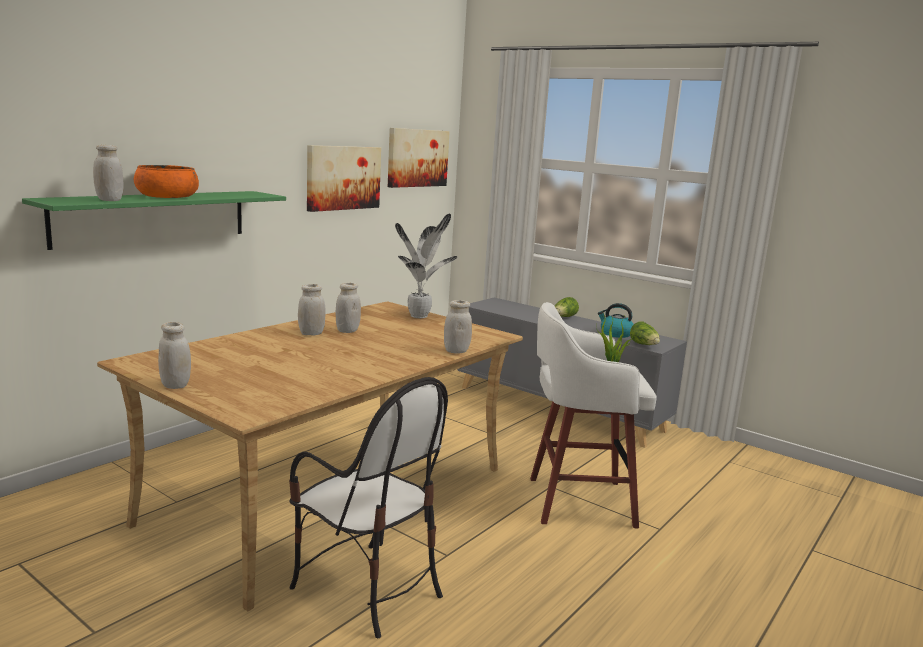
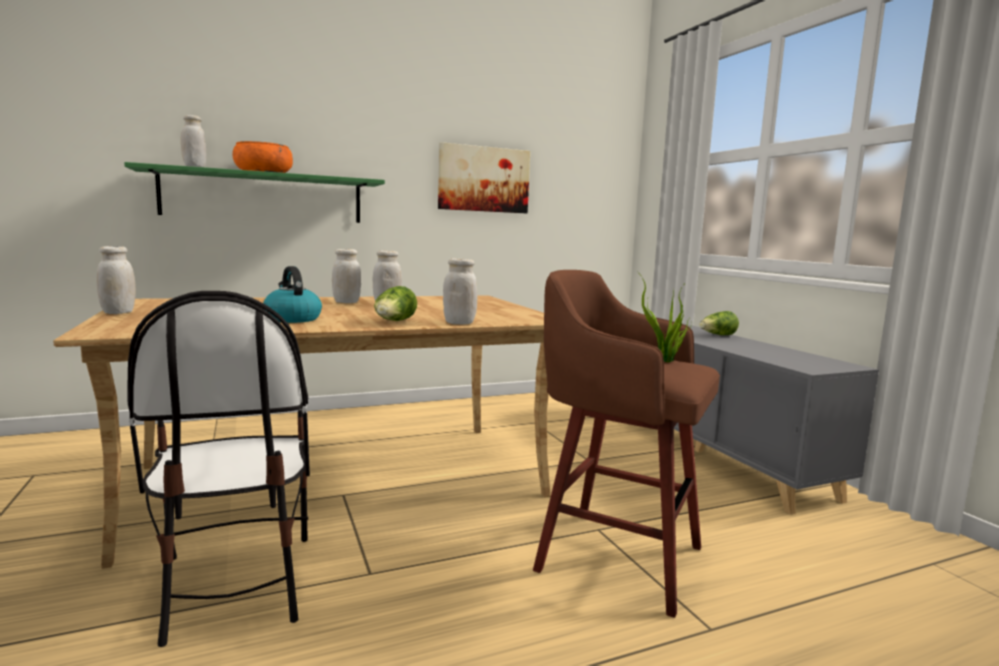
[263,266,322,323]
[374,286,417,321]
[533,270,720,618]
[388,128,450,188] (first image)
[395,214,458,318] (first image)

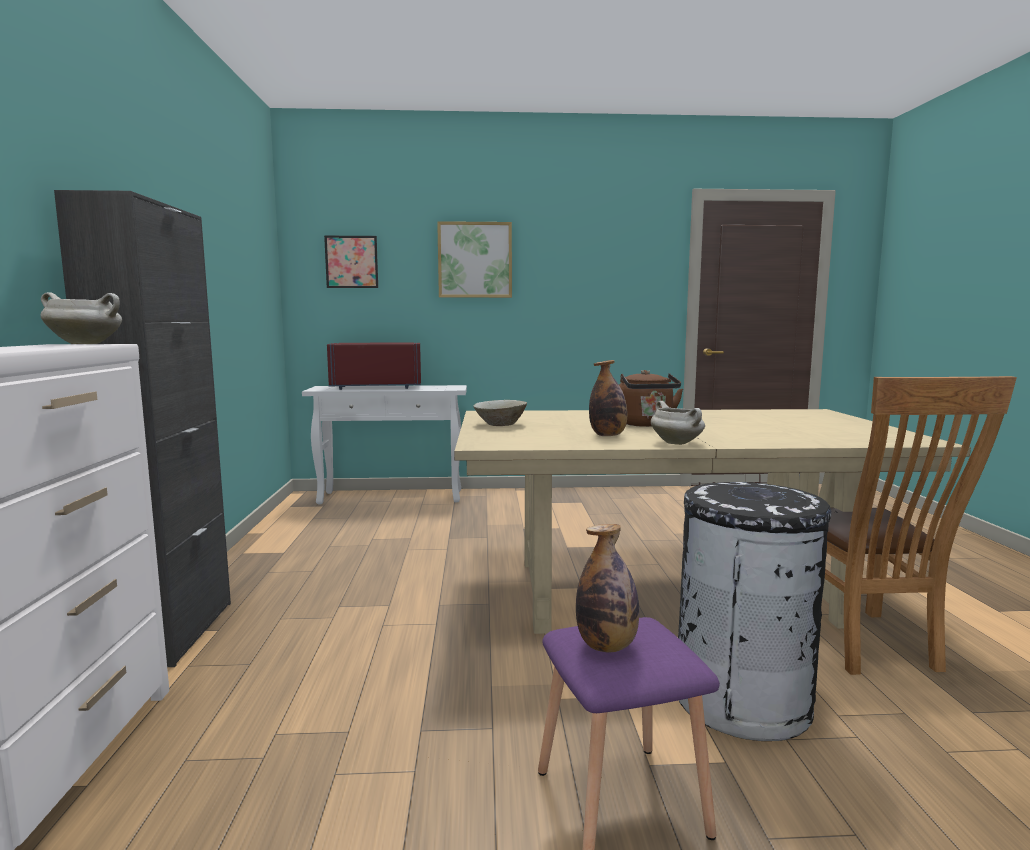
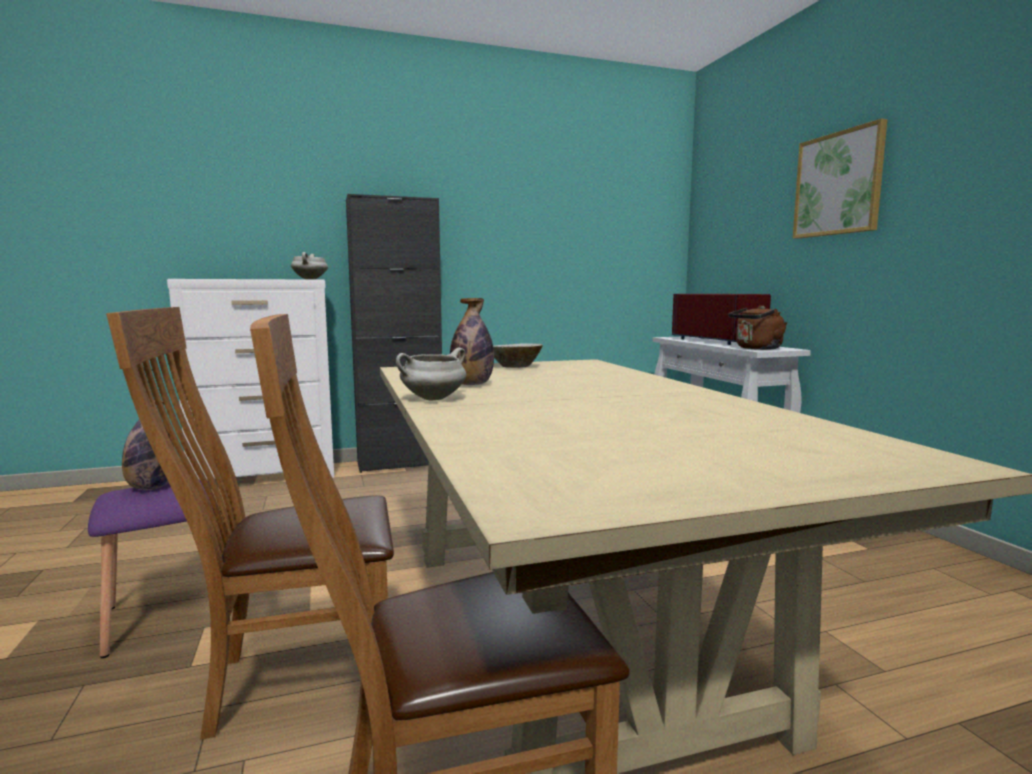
[106,307,394,740]
[729,305,787,350]
[324,236,378,288] (first image)

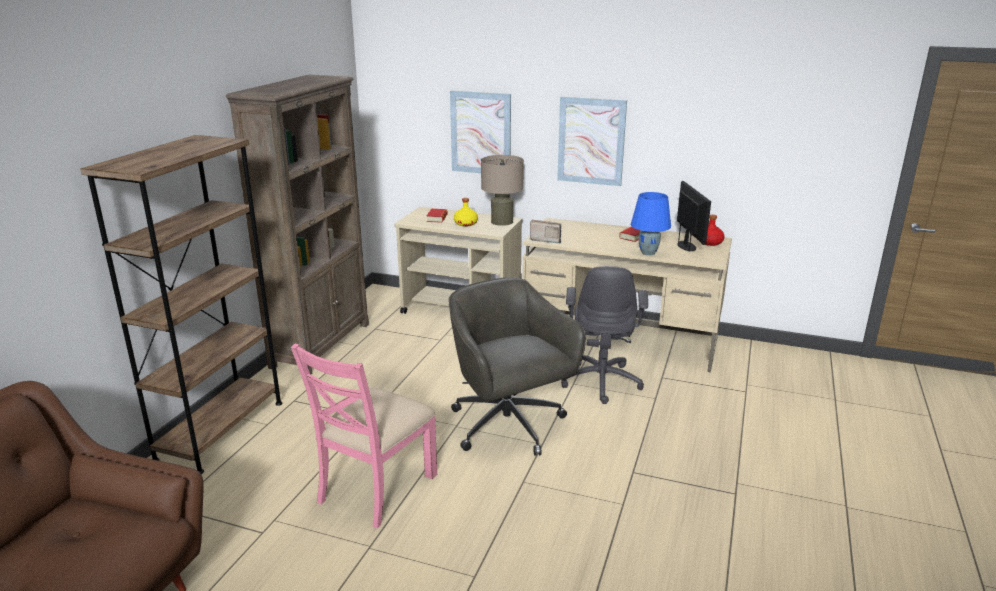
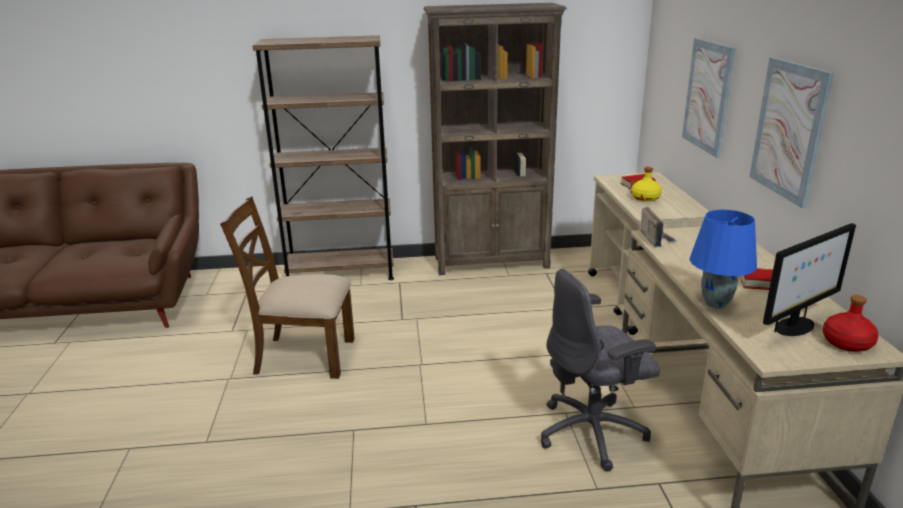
[220,196,355,379]
[448,278,586,456] (first image)
[481,155,524,226] (first image)

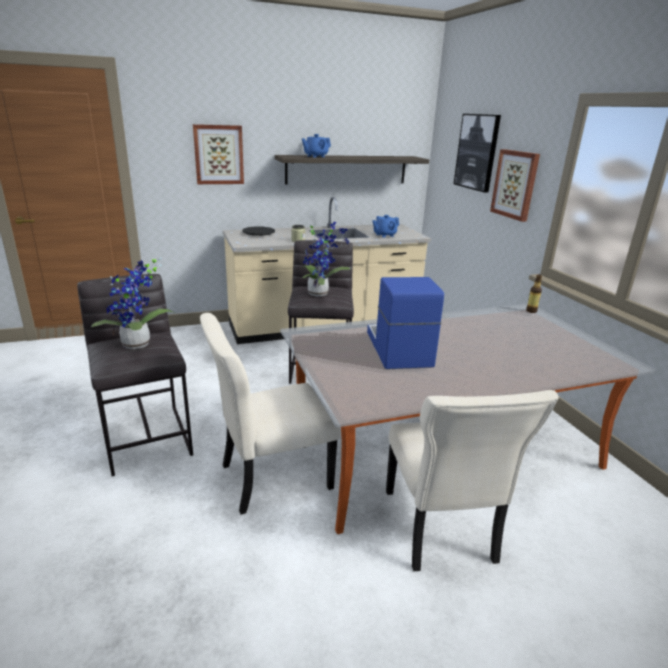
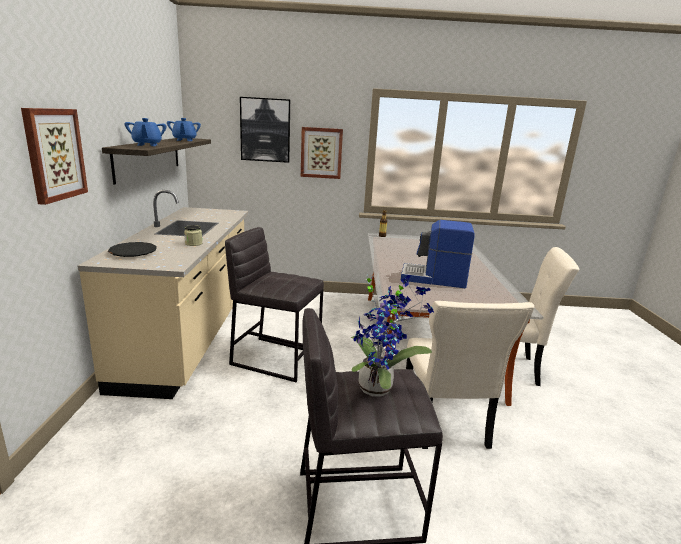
[167,118,201,141]
[302,222,351,296] (first image)

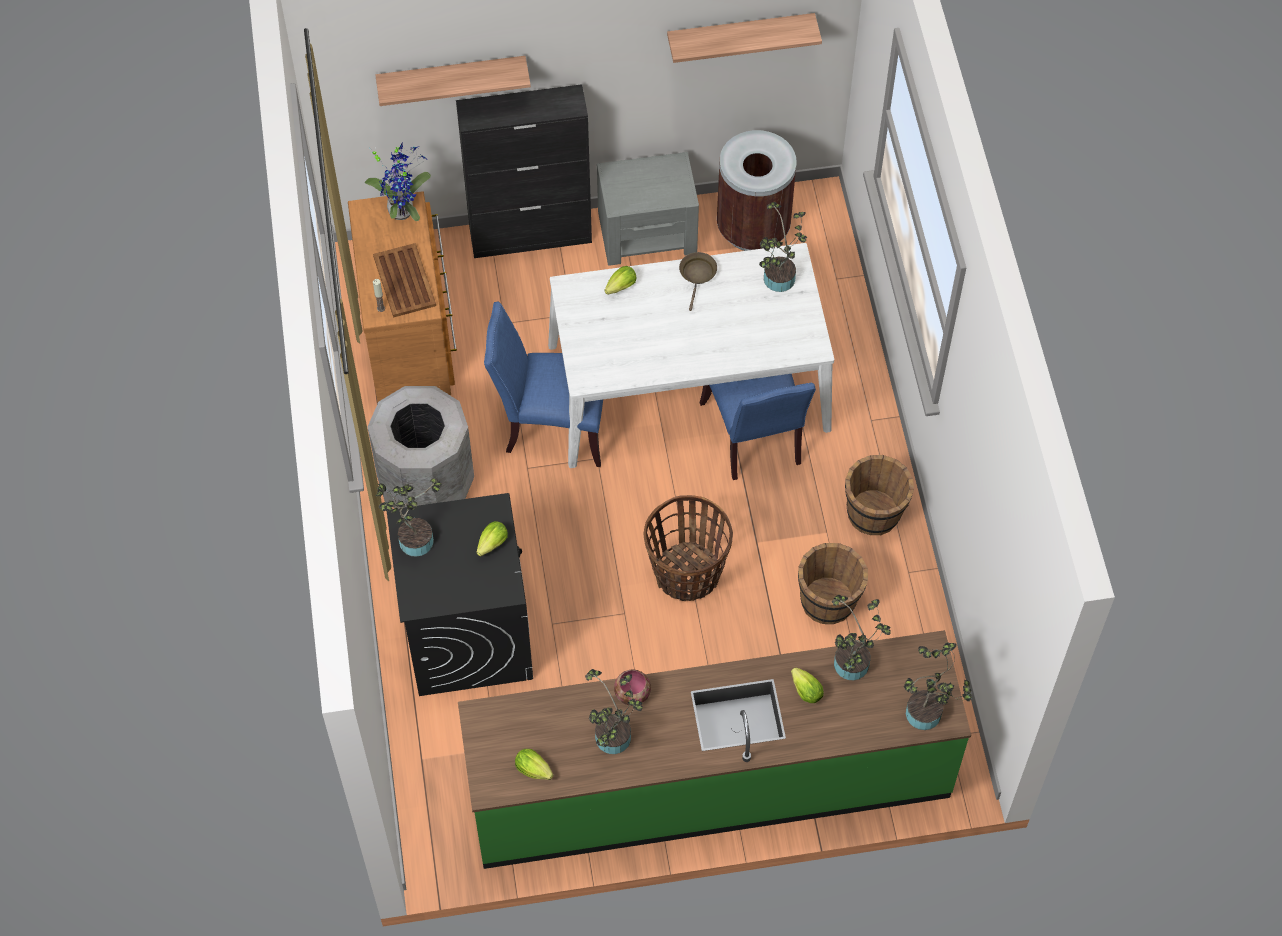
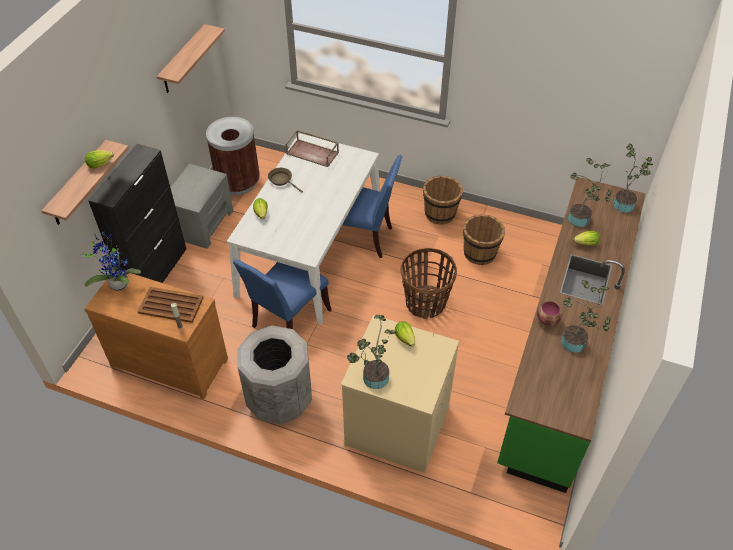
[85,150,114,168]
[285,130,339,167]
[341,315,459,473]

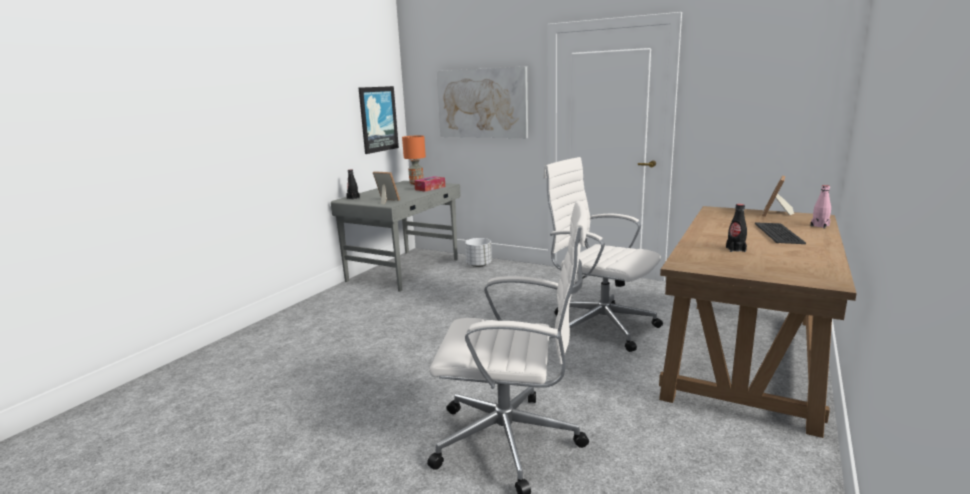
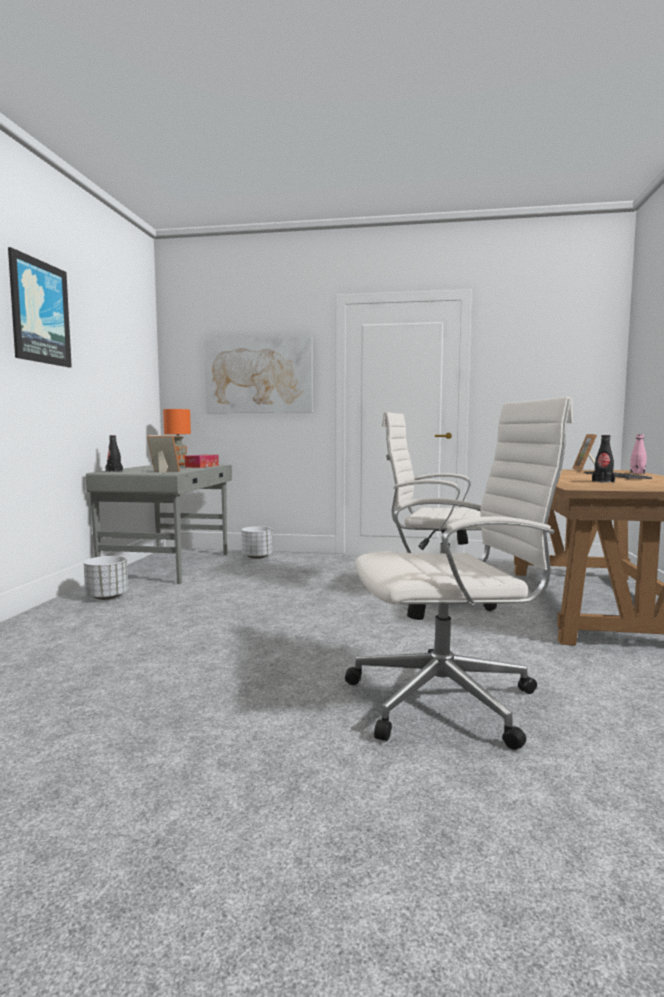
[8,247,72,367]
[84,556,128,600]

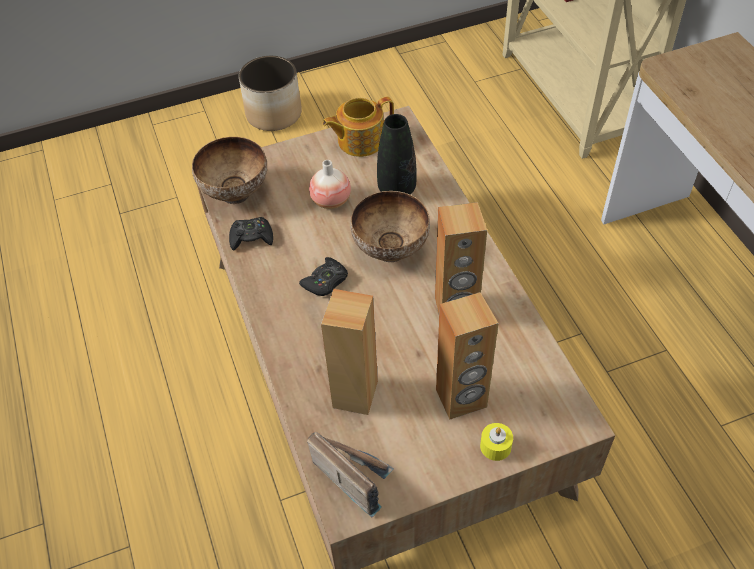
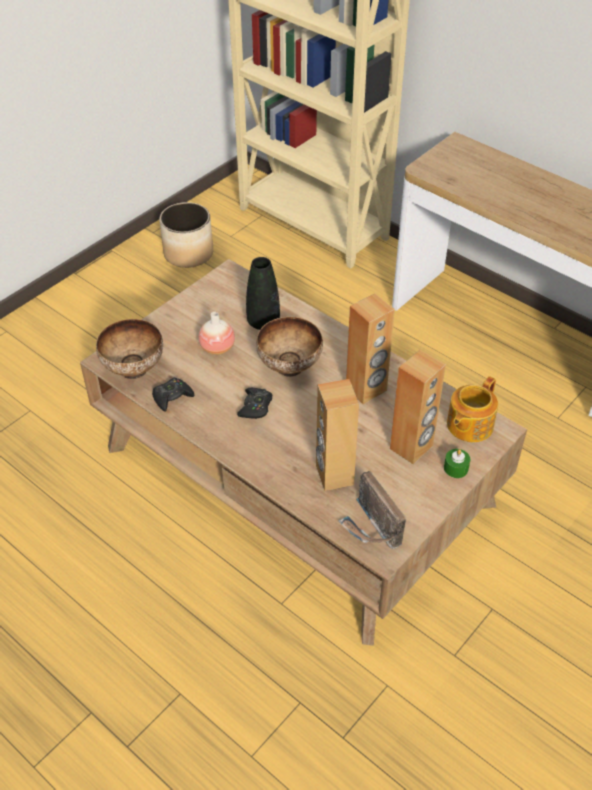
[159,202,213,268]
[338,471,406,549]
[444,449,470,478]
[447,376,498,442]

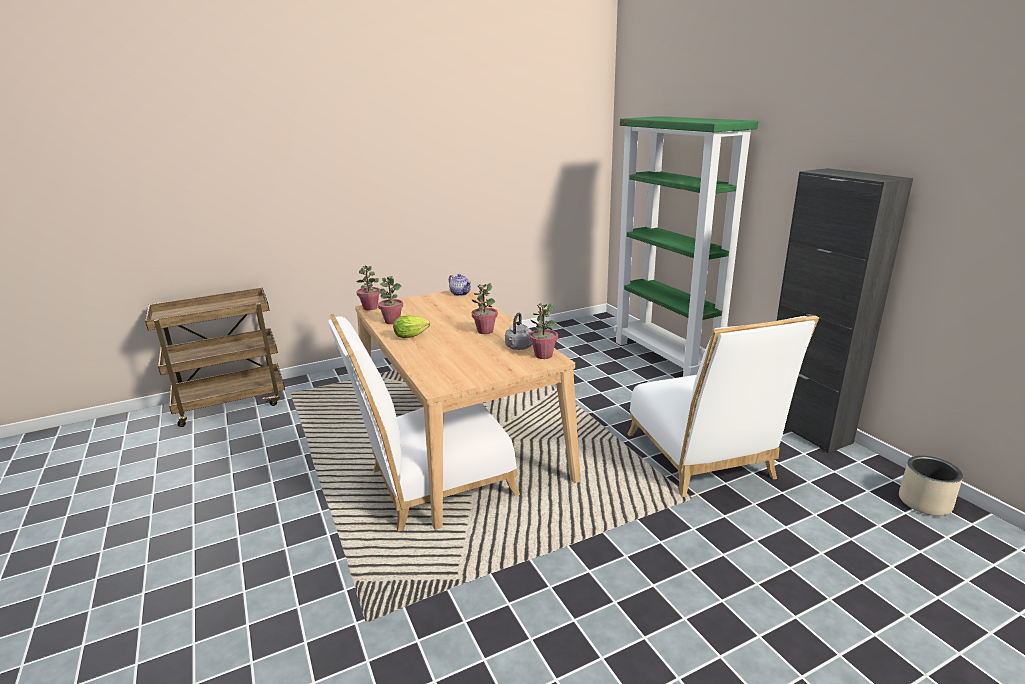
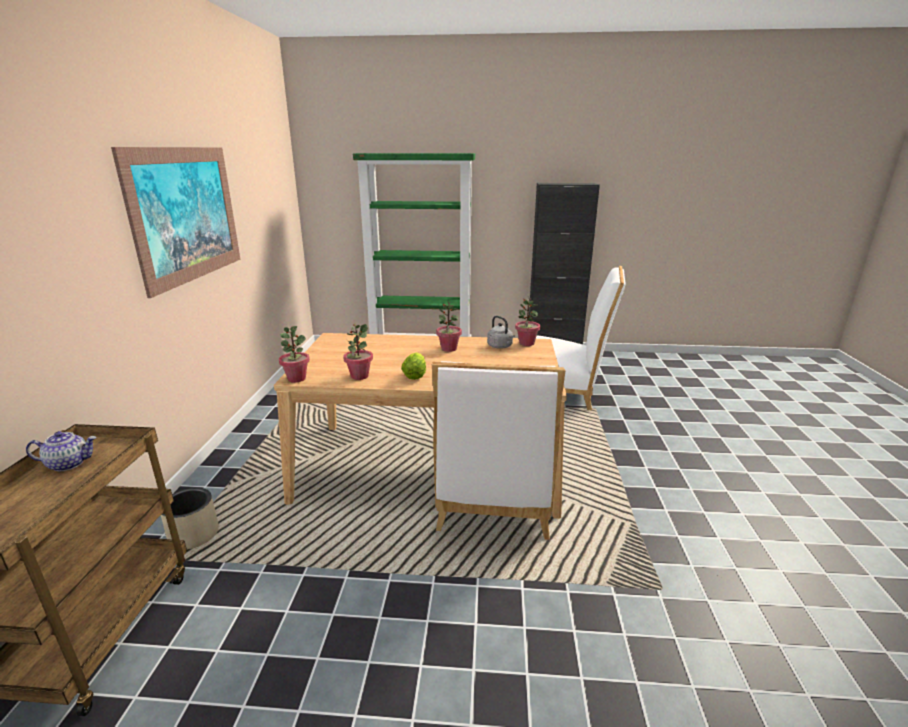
[26,431,96,471]
[111,147,240,298]
[161,487,219,550]

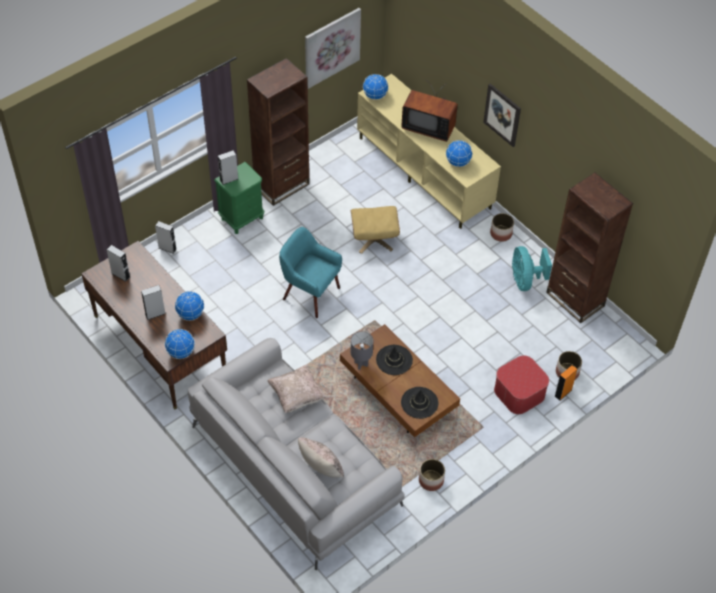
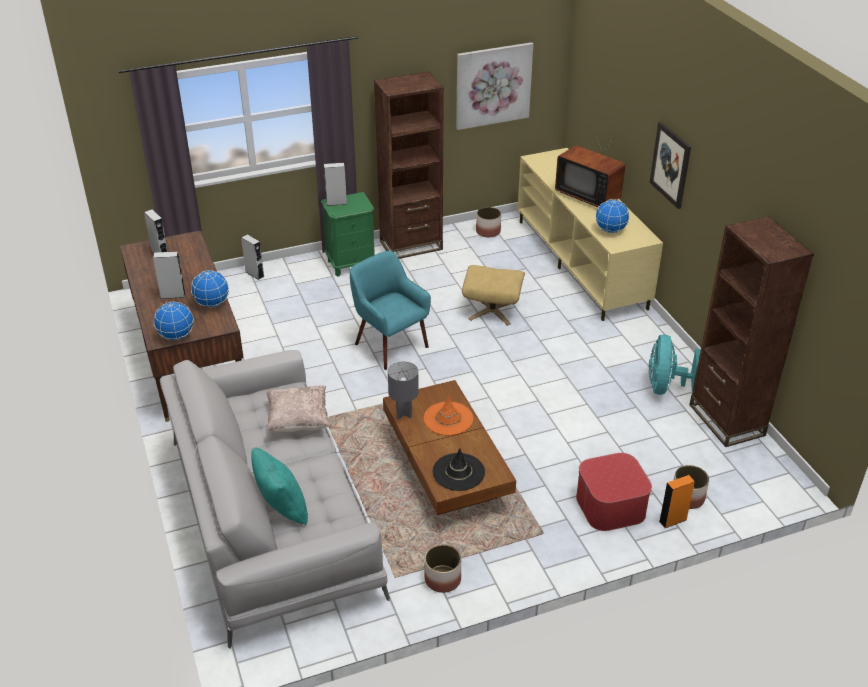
[251,447,308,526]
[424,395,473,435]
[476,207,501,237]
[363,74,389,100] (first image)

